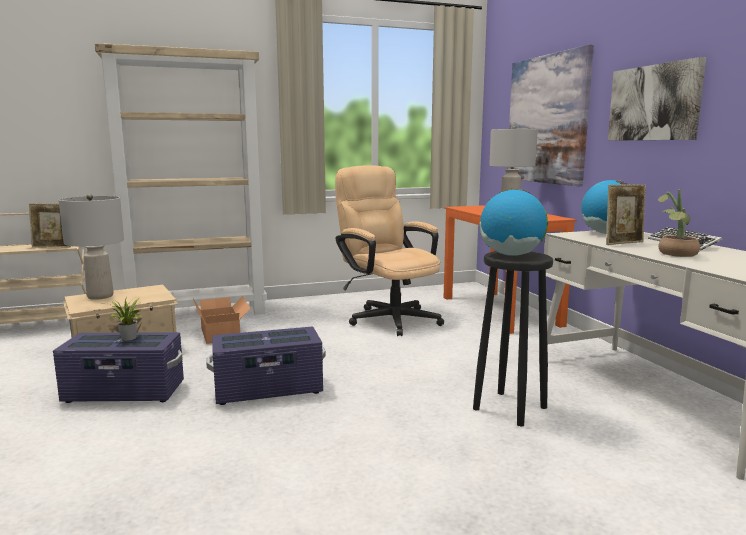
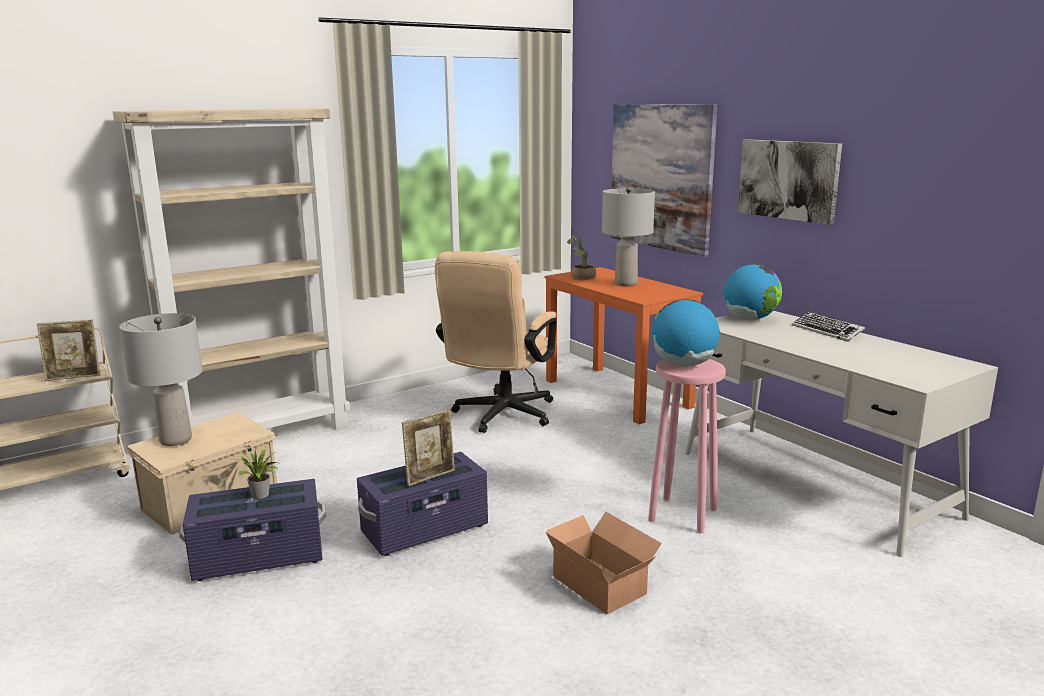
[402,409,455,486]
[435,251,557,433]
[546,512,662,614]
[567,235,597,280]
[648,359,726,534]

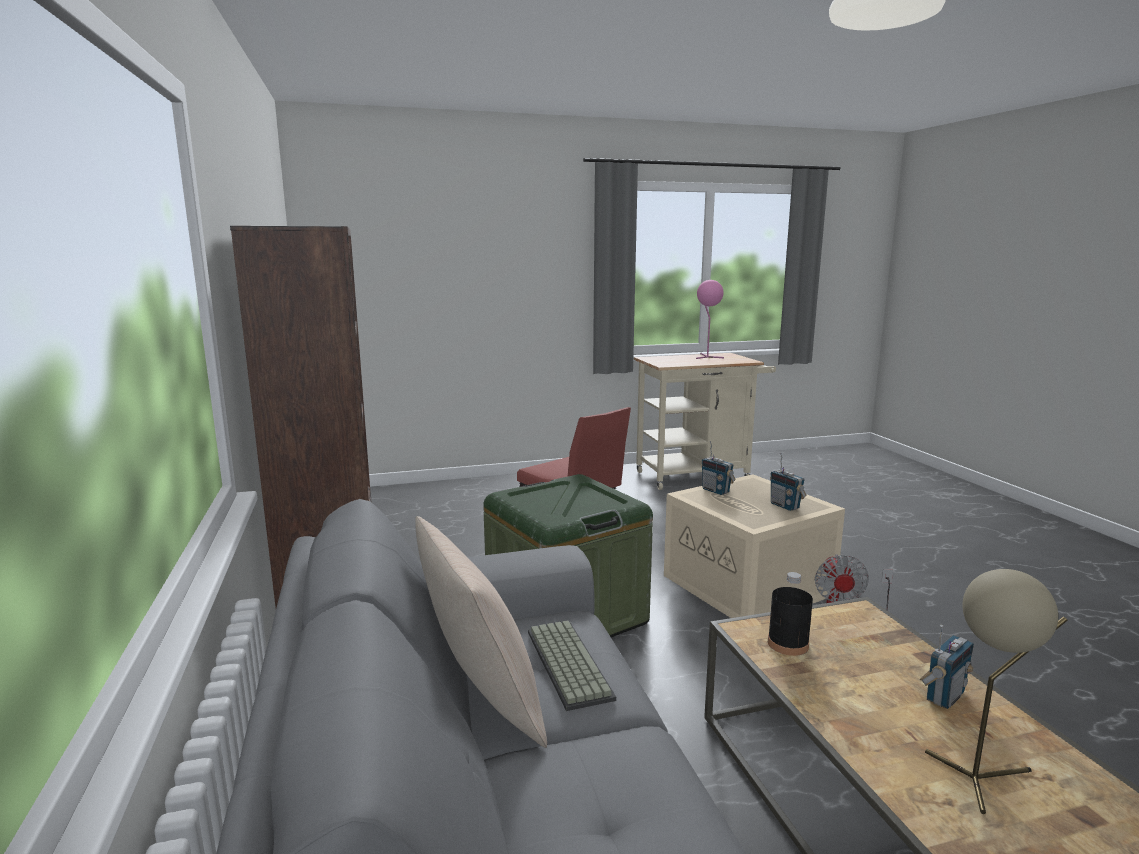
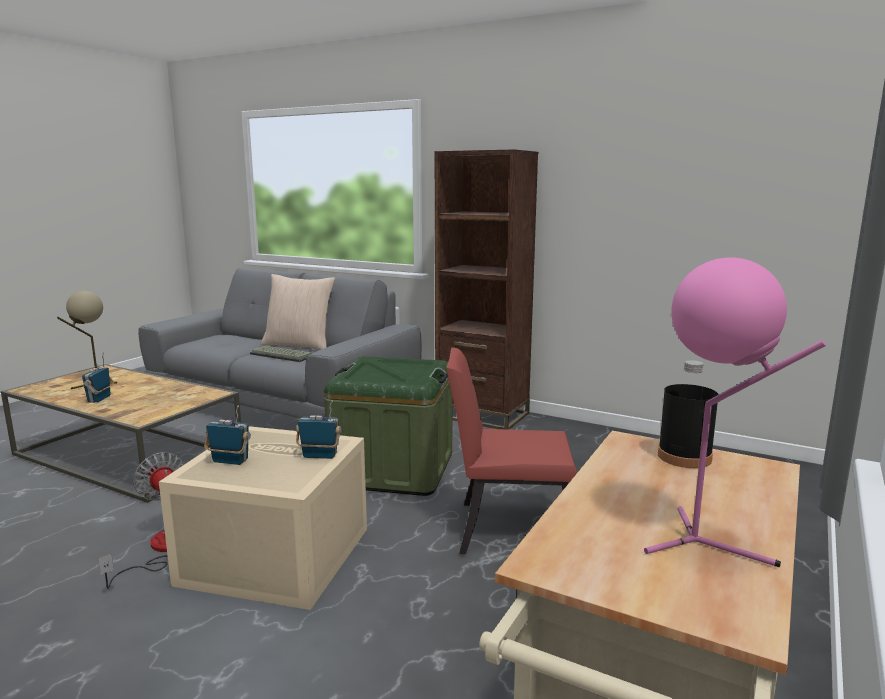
[658,360,718,468]

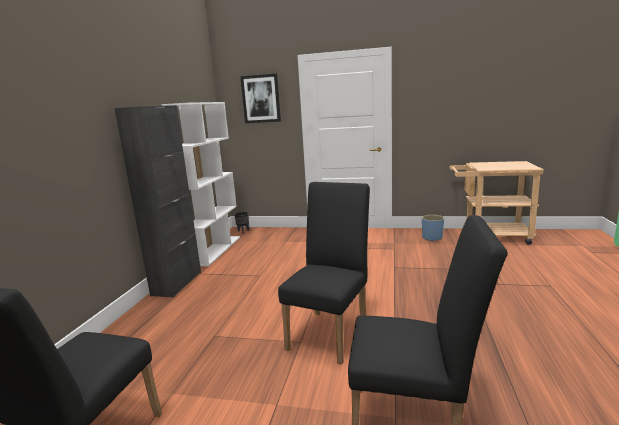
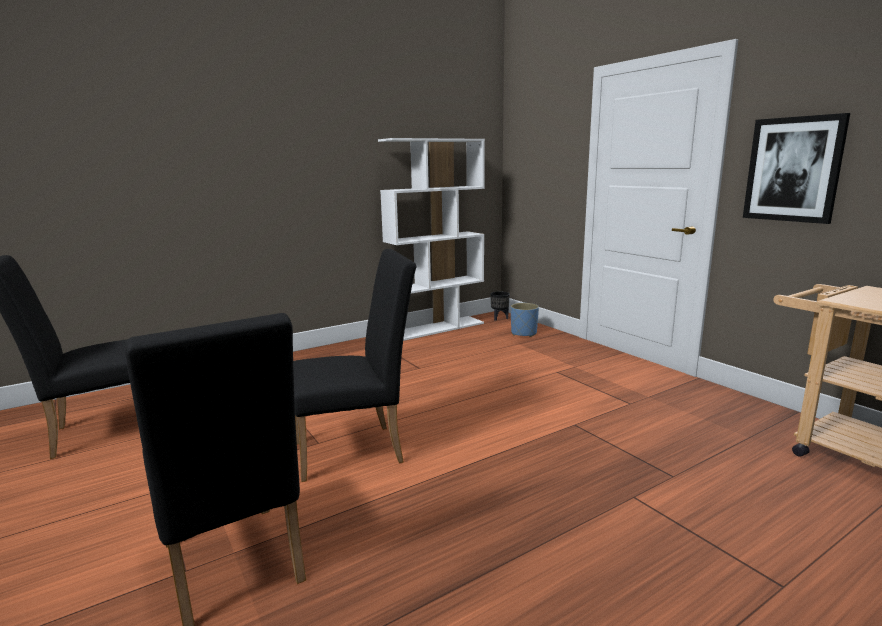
[511,303,539,337]
[743,113,850,224]
[114,105,201,297] (first image)

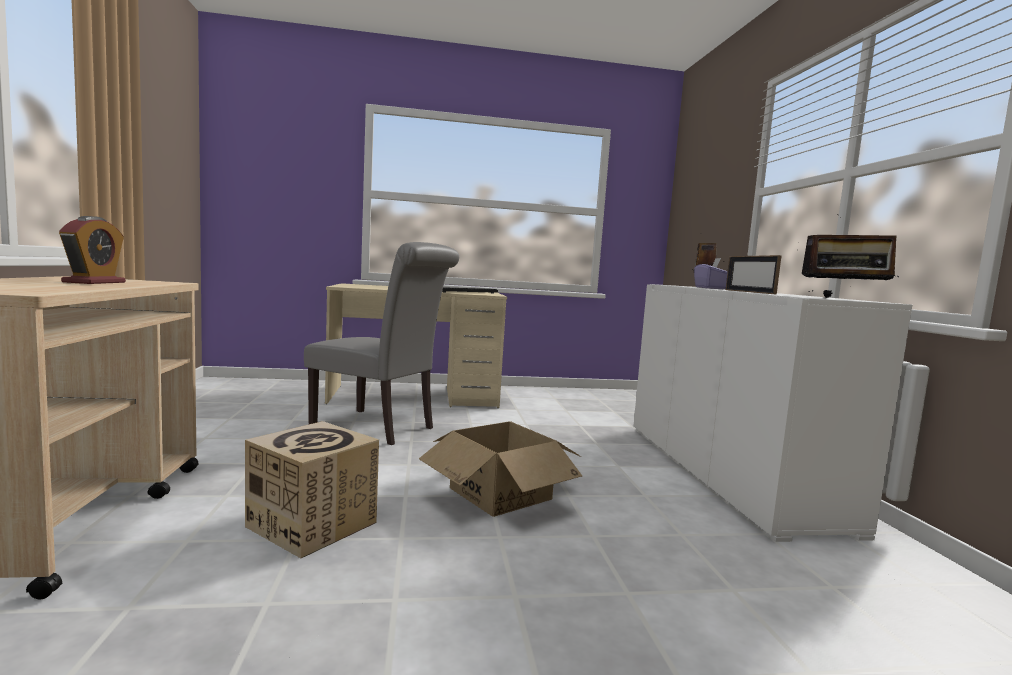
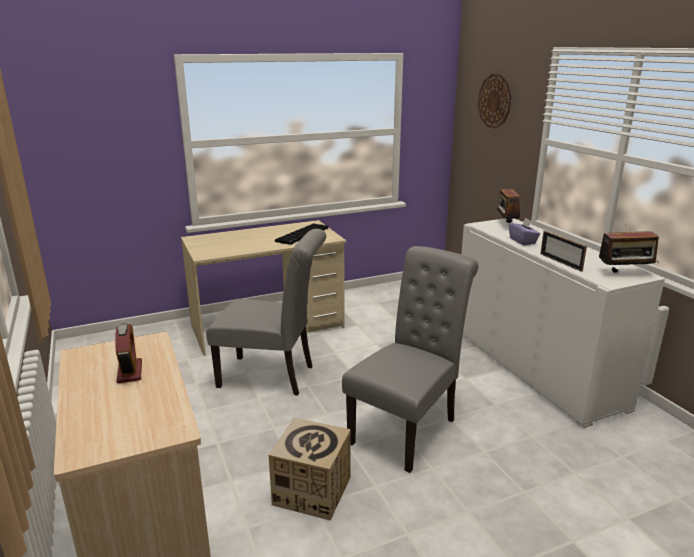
[342,246,478,473]
[478,74,512,128]

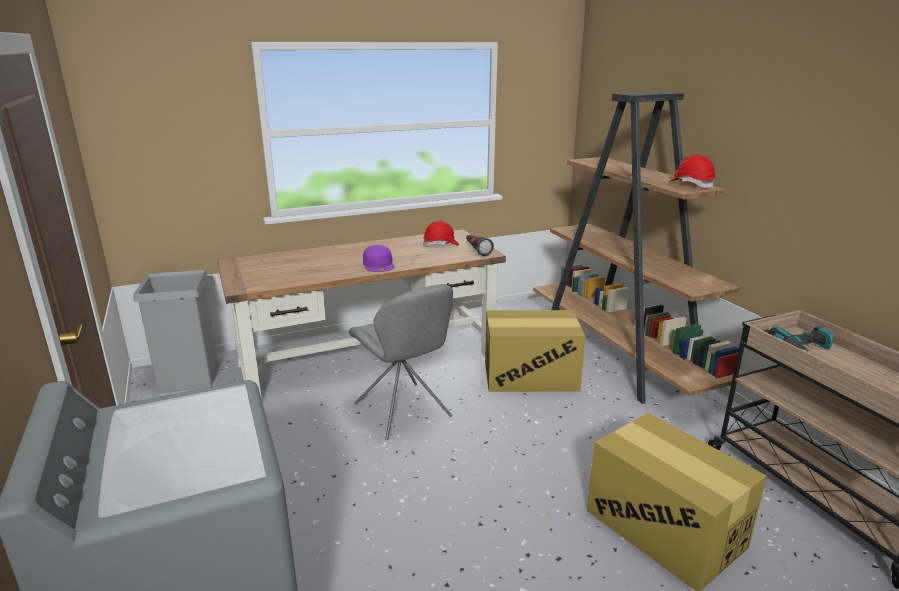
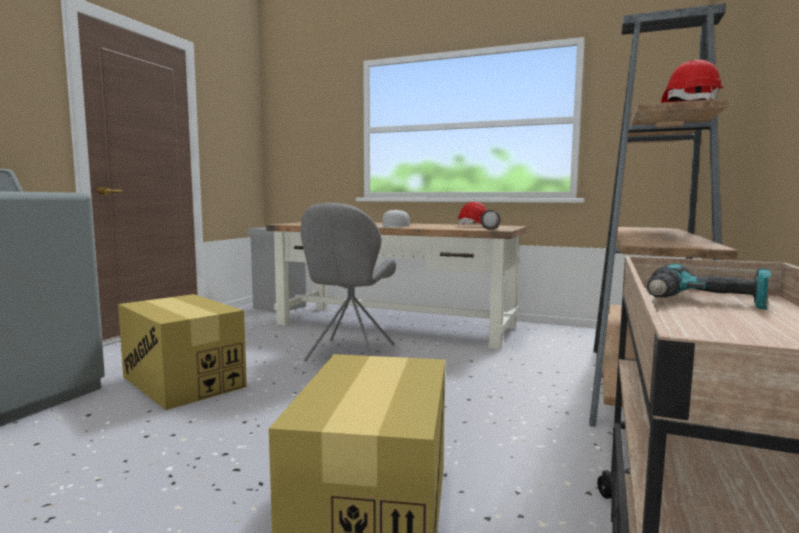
[118,294,247,410]
[377,209,410,228]

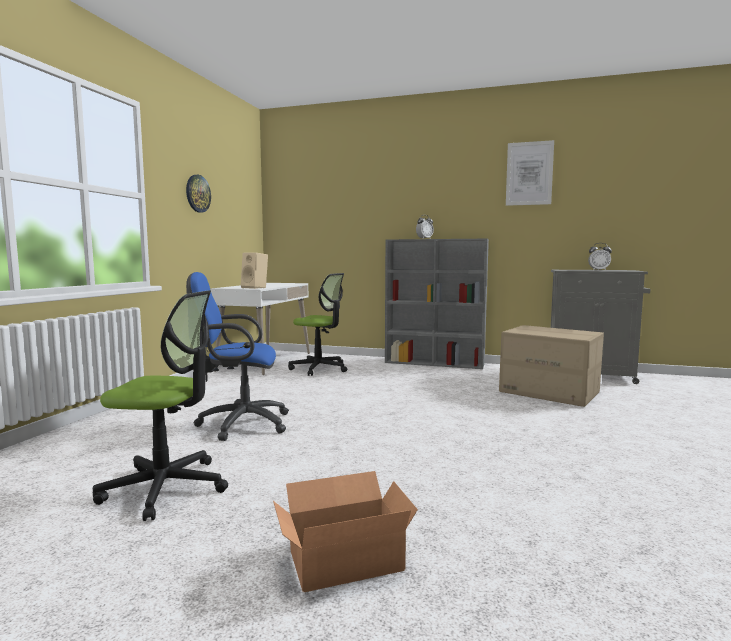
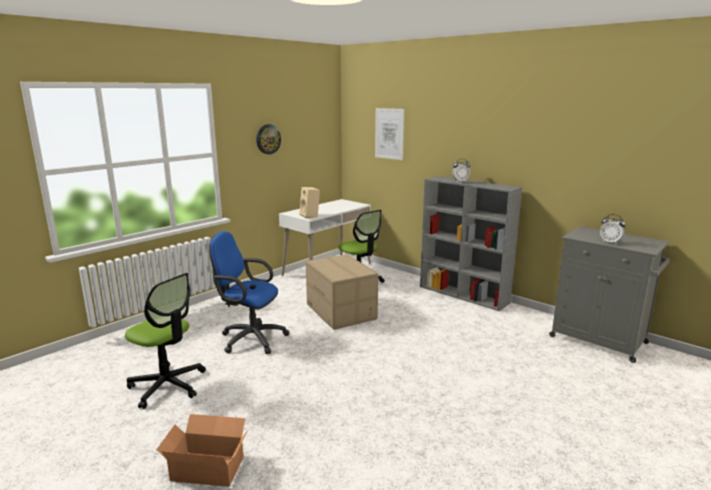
[306,254,378,330]
[375,108,404,160]

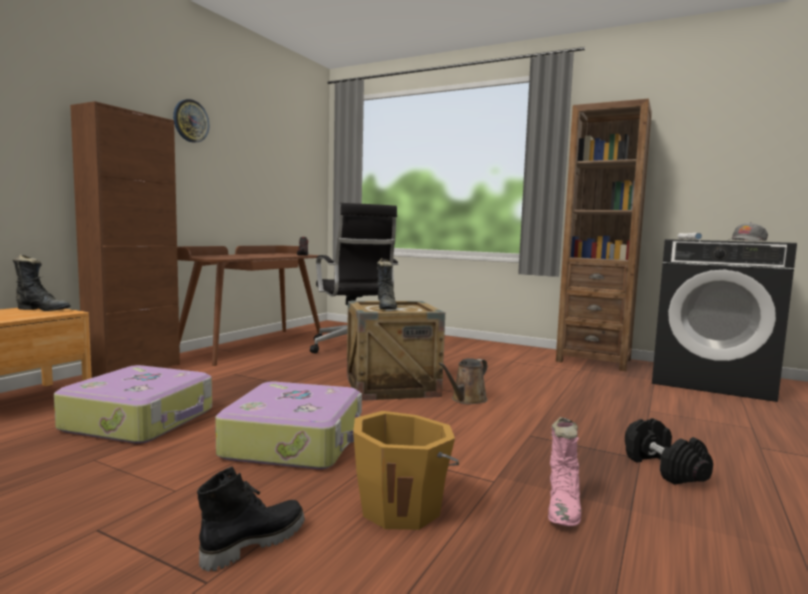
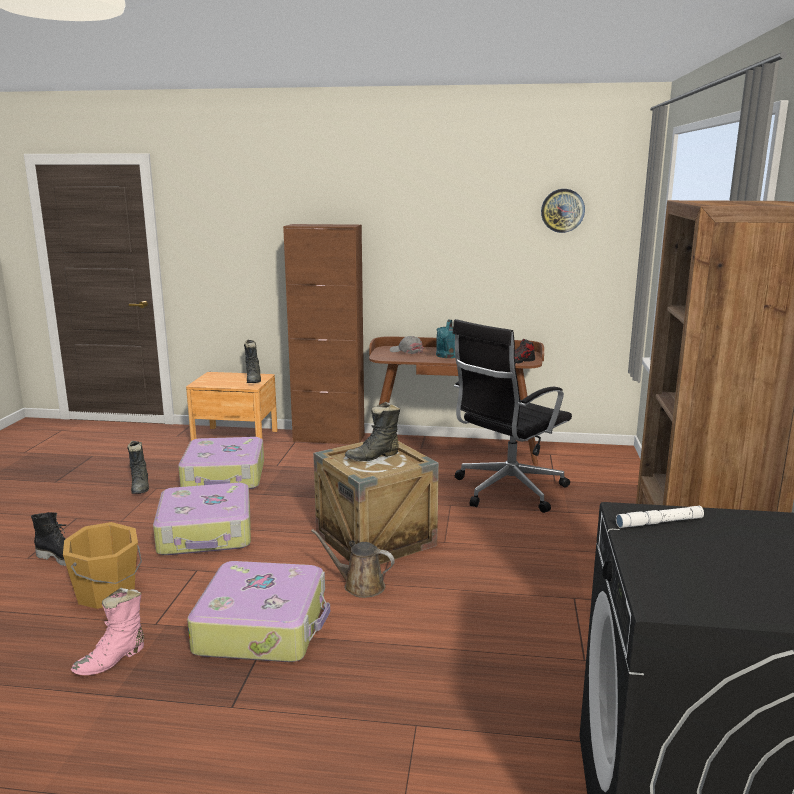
[71,588,144,675]
[127,441,149,494]
[187,561,330,662]
[390,336,424,354]
[436,320,456,358]
[541,189,585,233]
[625,418,713,485] (first image)

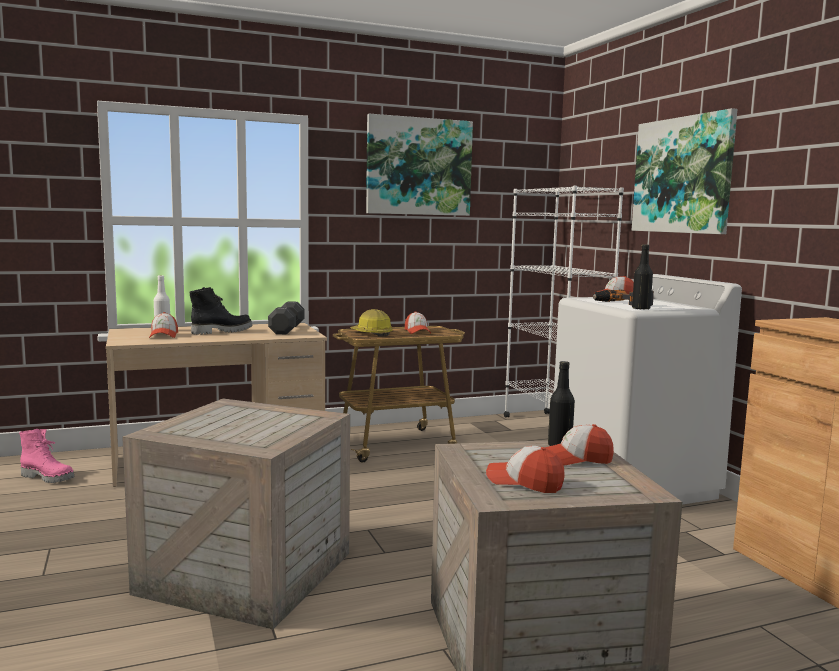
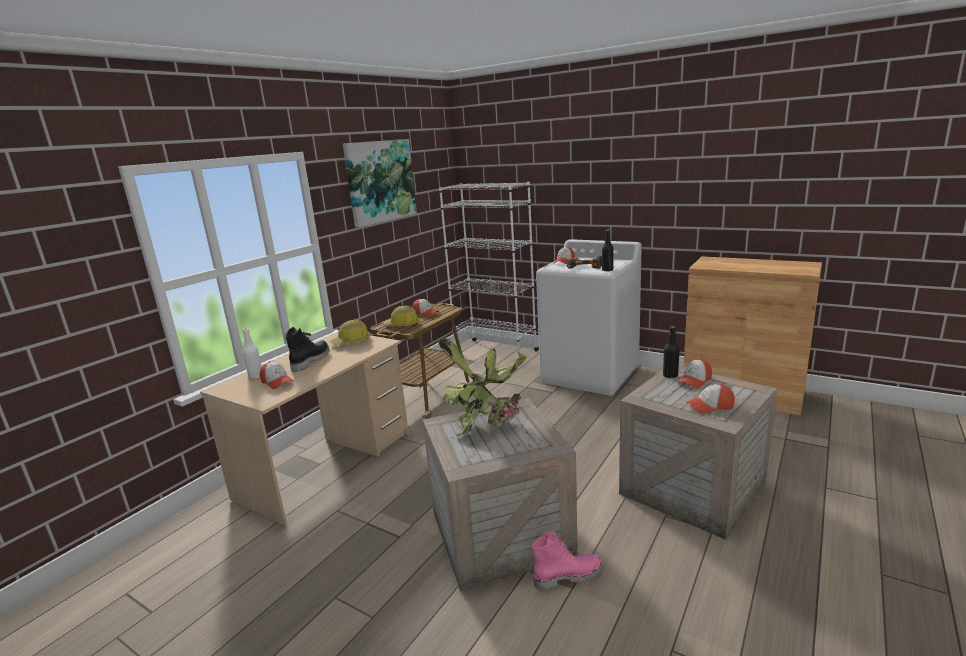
[330,320,371,345]
[438,337,527,437]
[531,531,603,591]
[632,108,737,234] (first image)

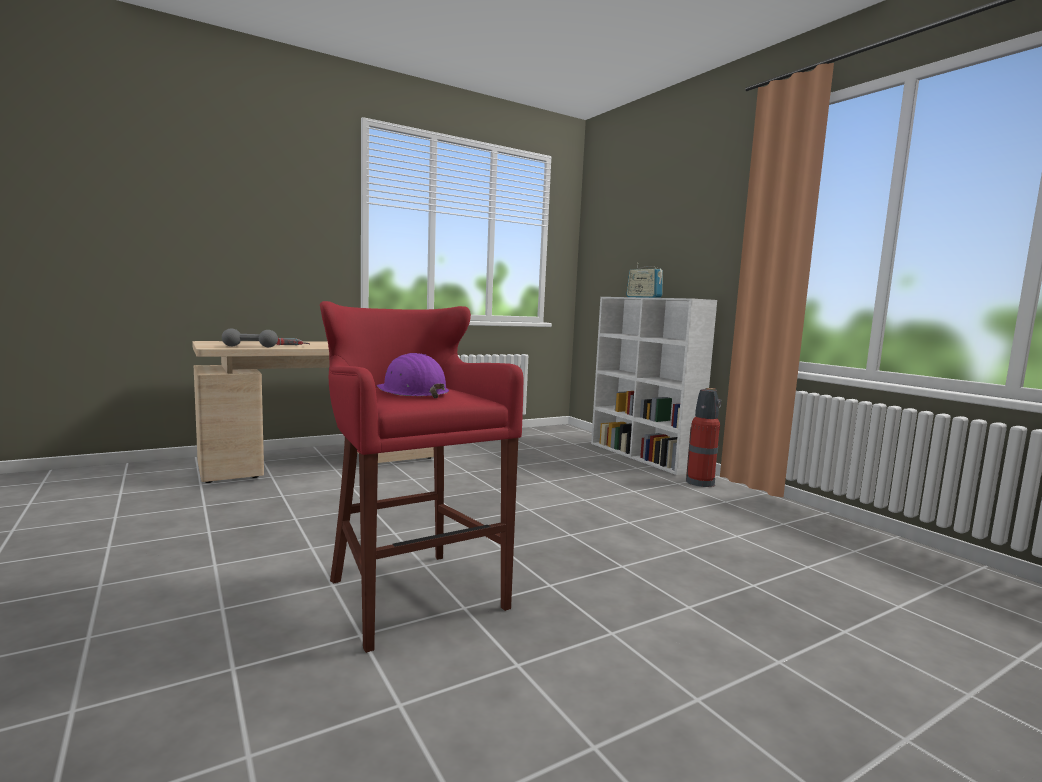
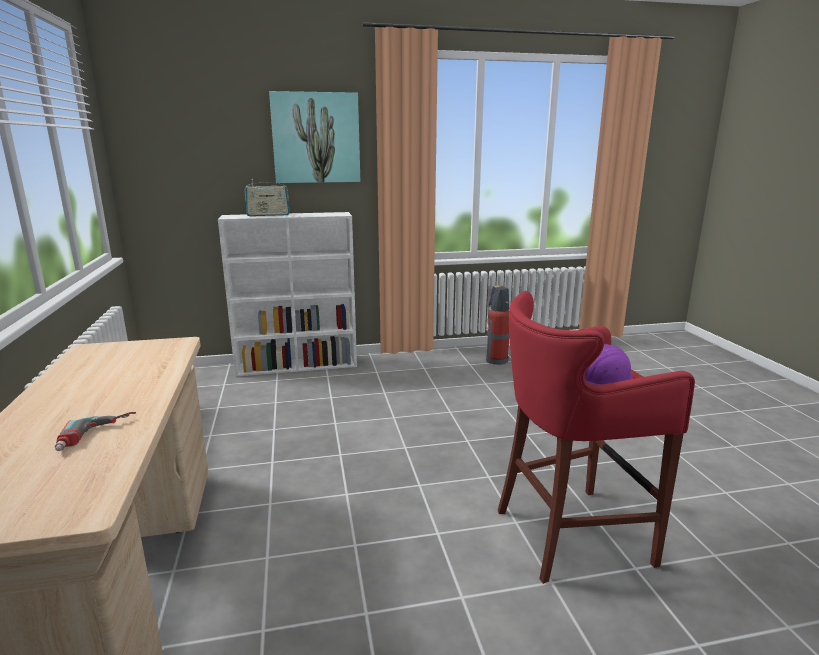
[269,91,360,183]
[486,285,509,365]
[222,328,278,347] (first image)

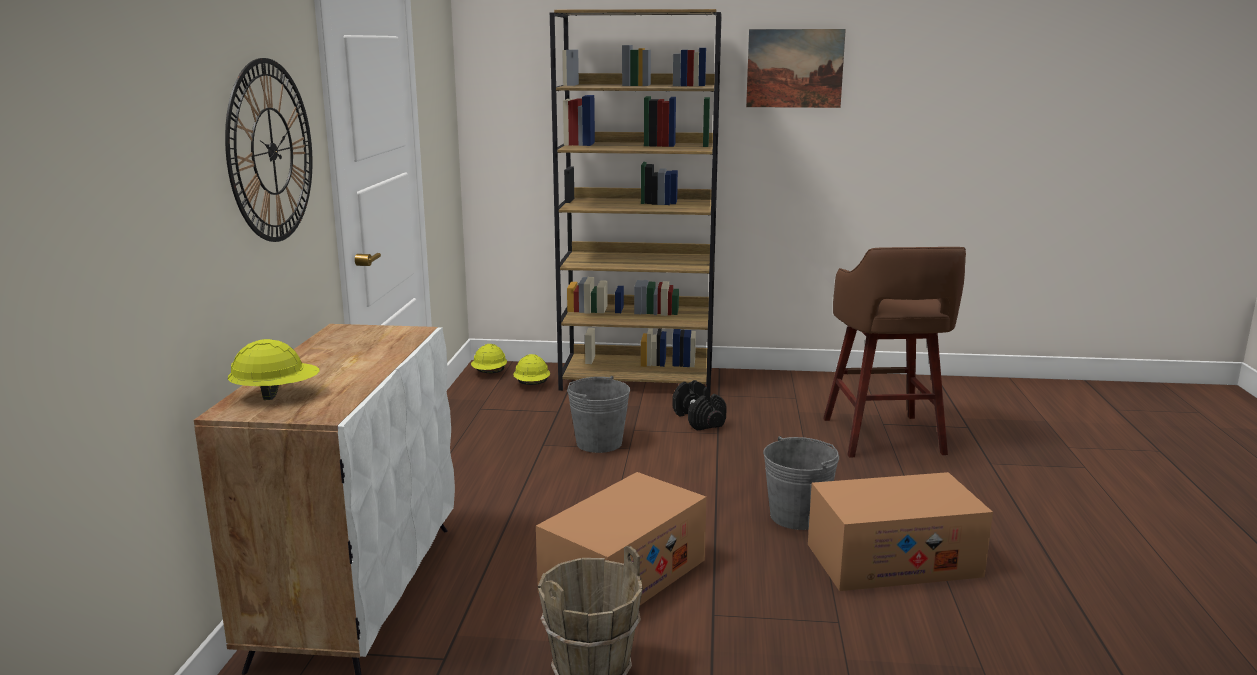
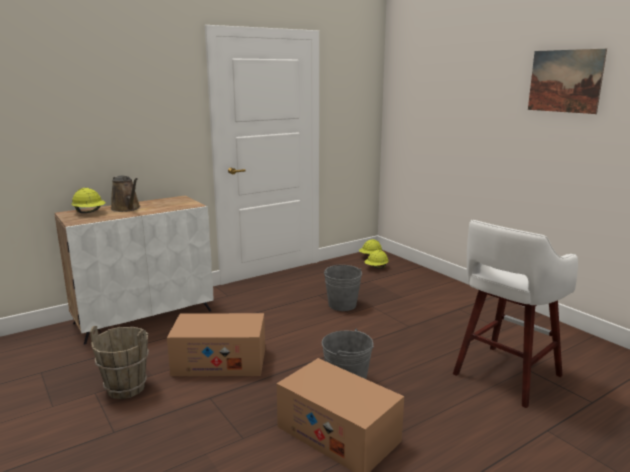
[111,175,140,212]
[453,220,578,408]
[225,58,312,242] (first image)
[550,9,722,392] (first image)
[672,380,727,431] (first image)

